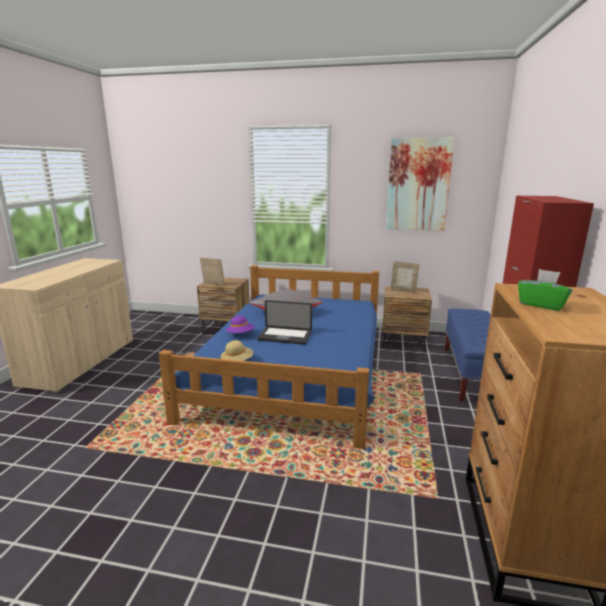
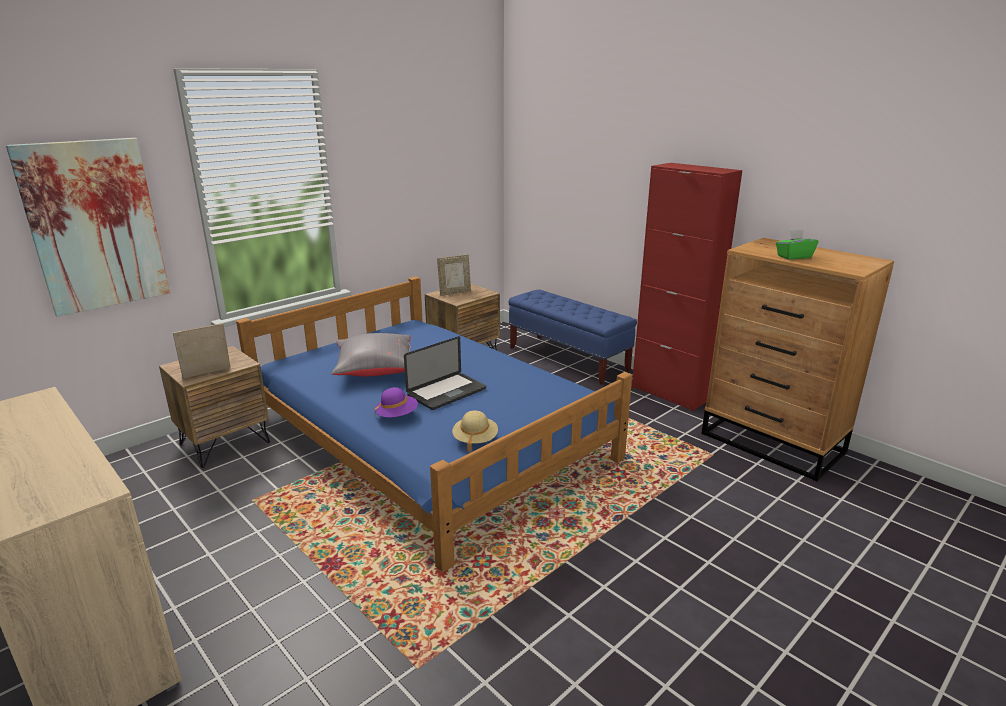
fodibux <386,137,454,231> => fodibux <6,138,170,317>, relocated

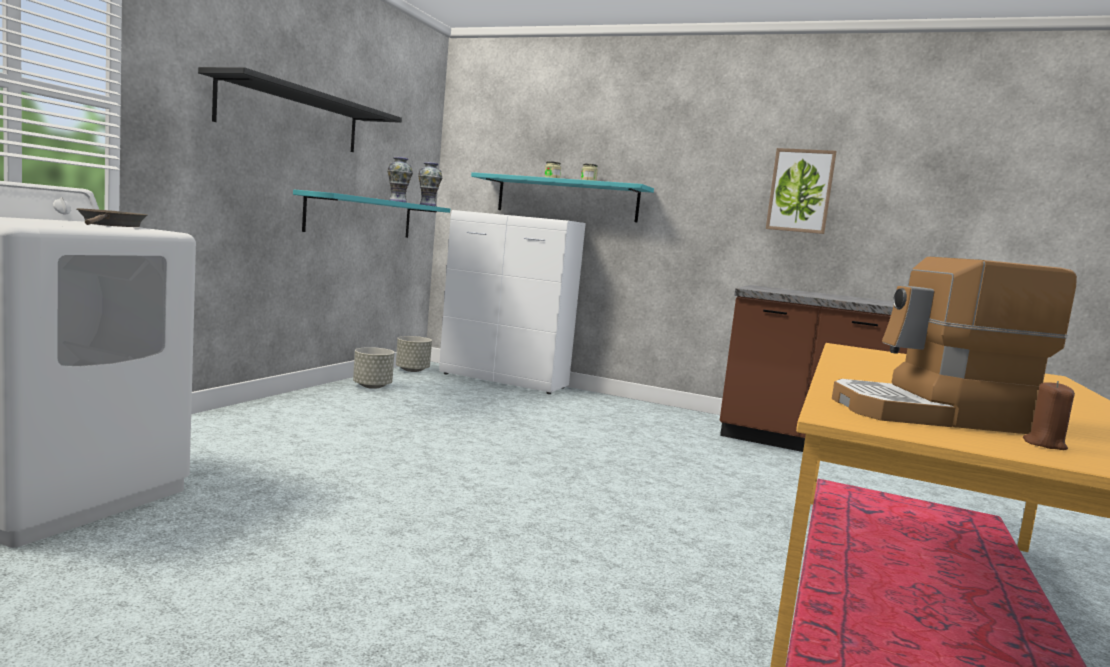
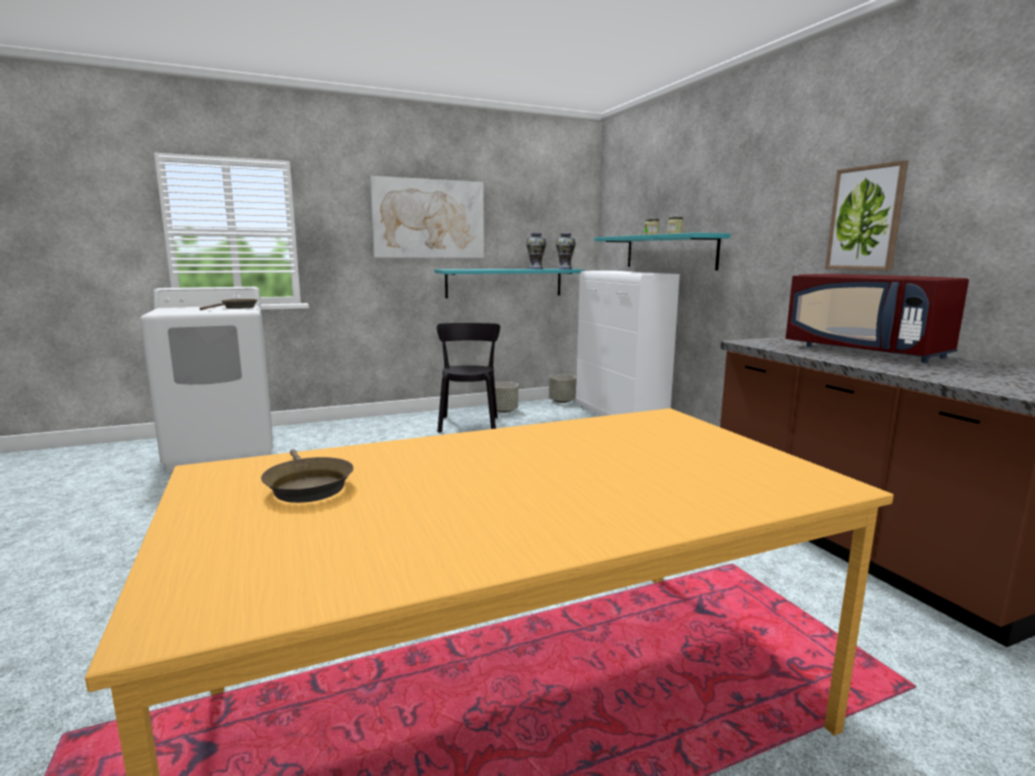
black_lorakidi <198,67,402,152> => fodibux <370,176,484,258>
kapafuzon <832,257,1077,434> => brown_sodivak <261,449,354,503>
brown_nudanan <1023,381,1075,450> => nothing
nothing => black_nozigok <437,323,500,433>
nothing => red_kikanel <786,274,969,363>

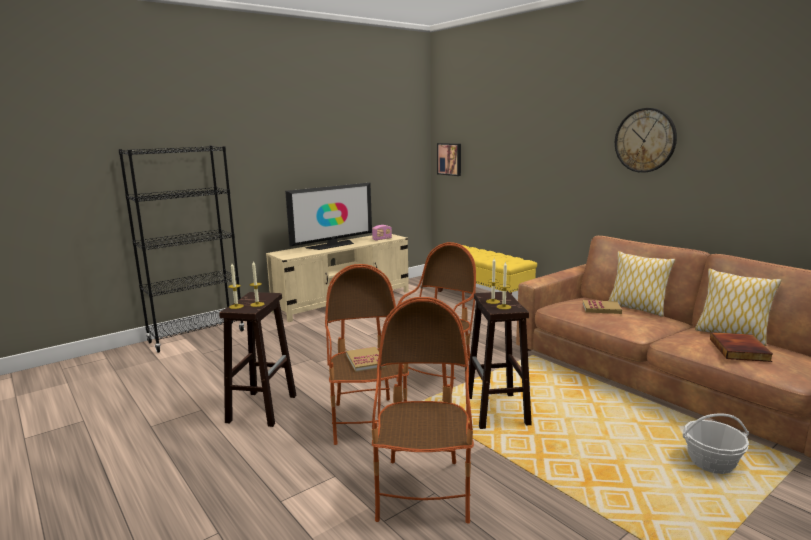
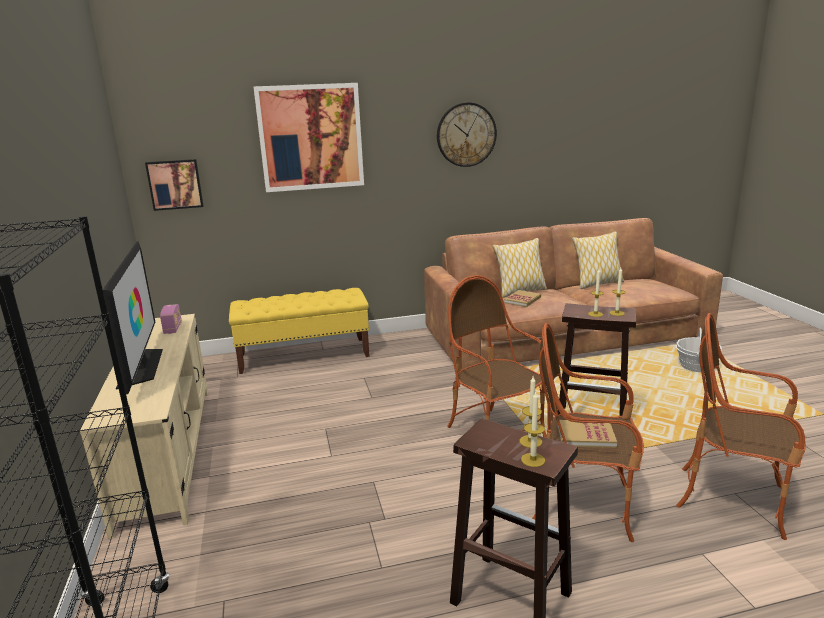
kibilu <710,332,773,362> => nothing
nothing => fodibux <253,83,364,192>

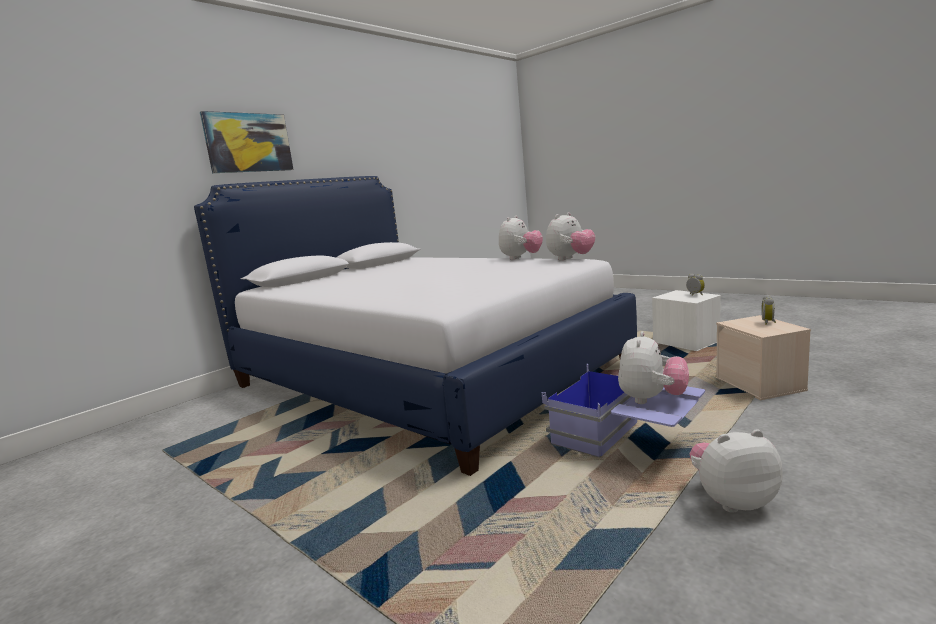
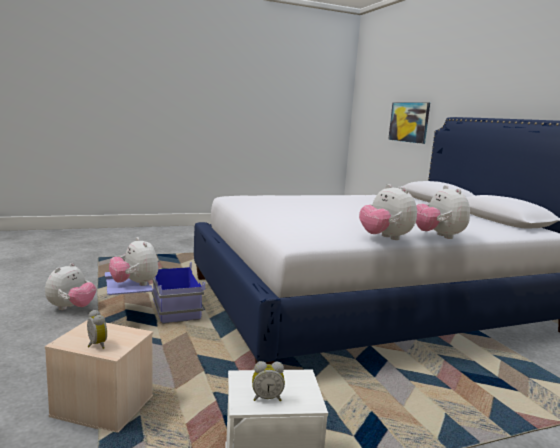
fodibux <200,111,294,173> => fodibux <388,102,430,144>, relocated
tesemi <546,212,595,260> => tesemi <416,185,470,239>, relocated

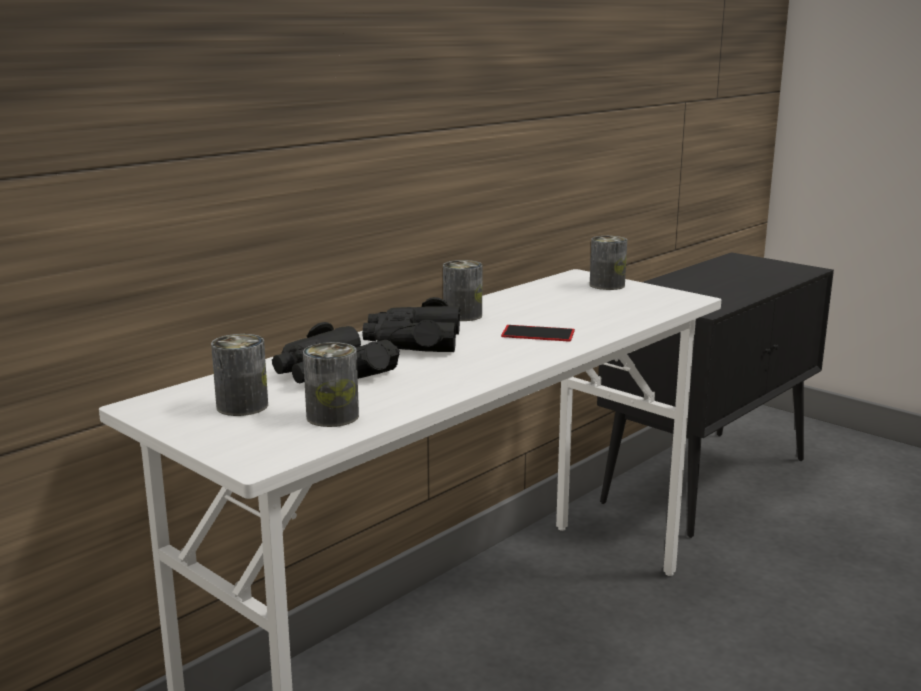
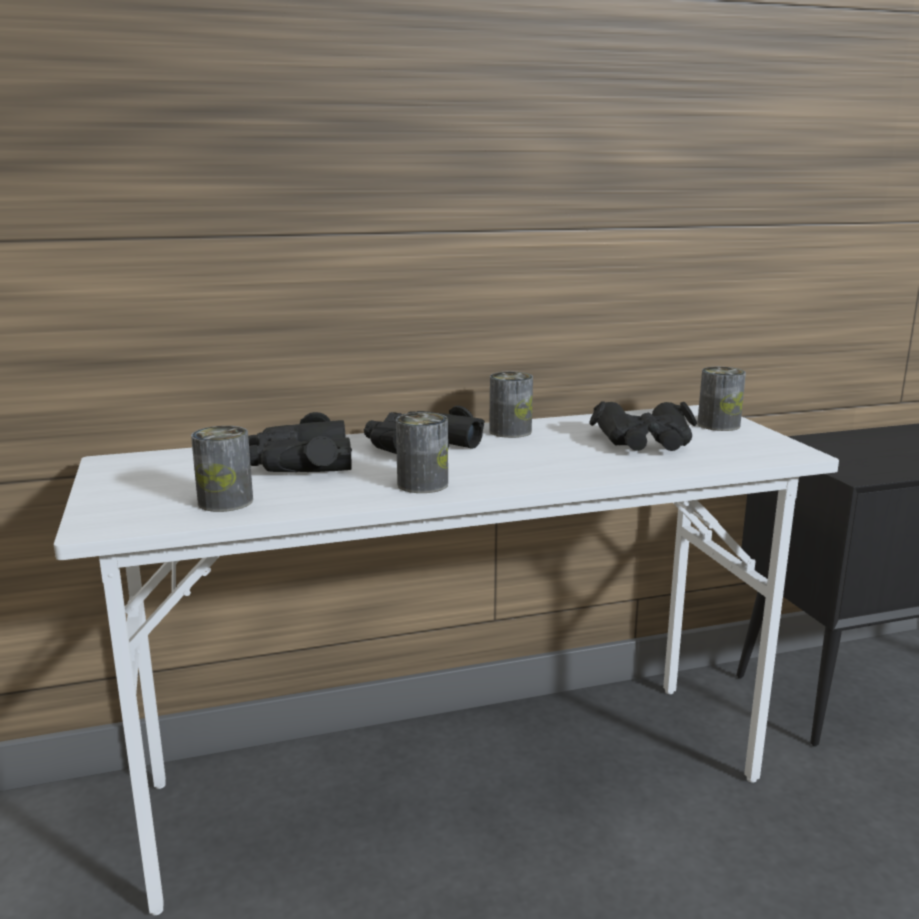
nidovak <211,334,268,416> => nidovak <396,412,448,493>, relocated
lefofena <501,325,575,342> => nothing
nothing => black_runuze <589,401,697,451>

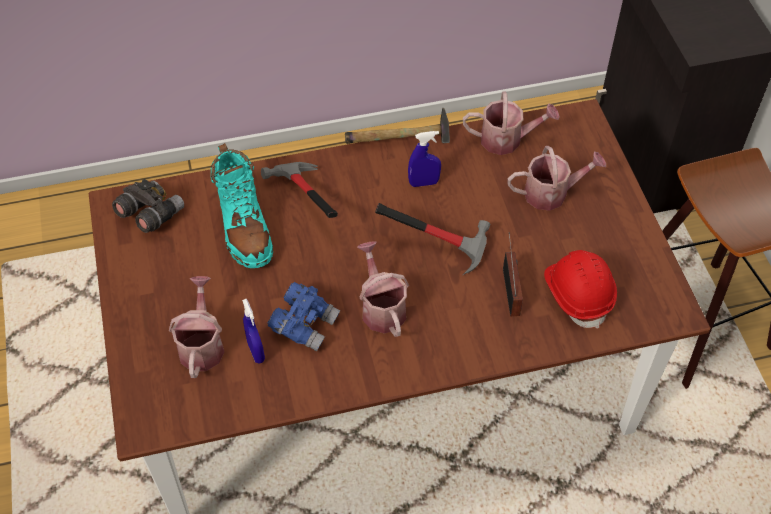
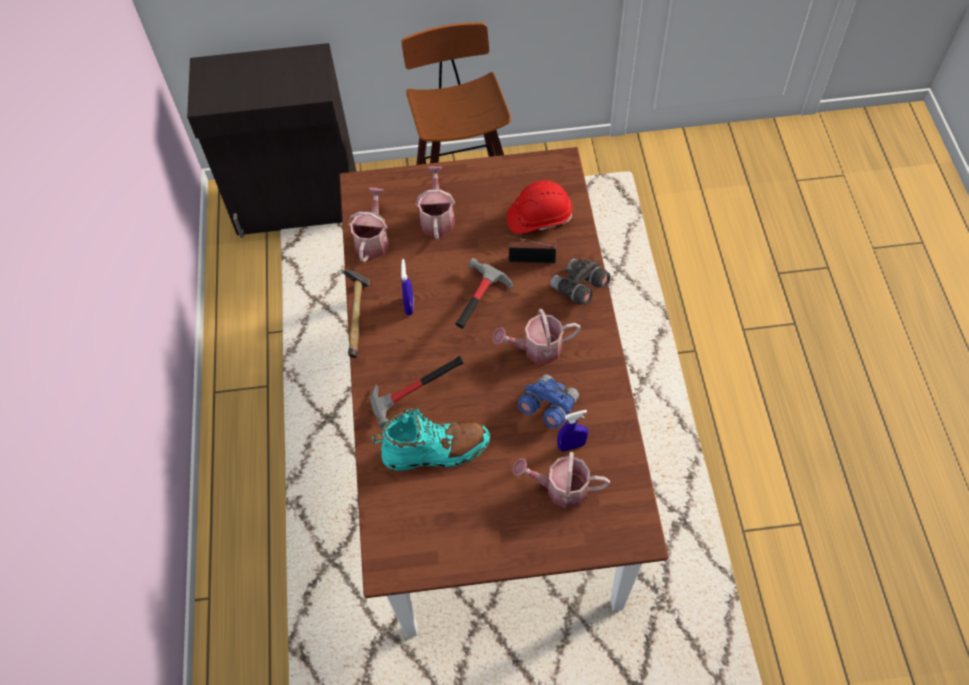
grey_runuze <112,179,184,233> => grey_runuze <550,258,610,305>, relocated

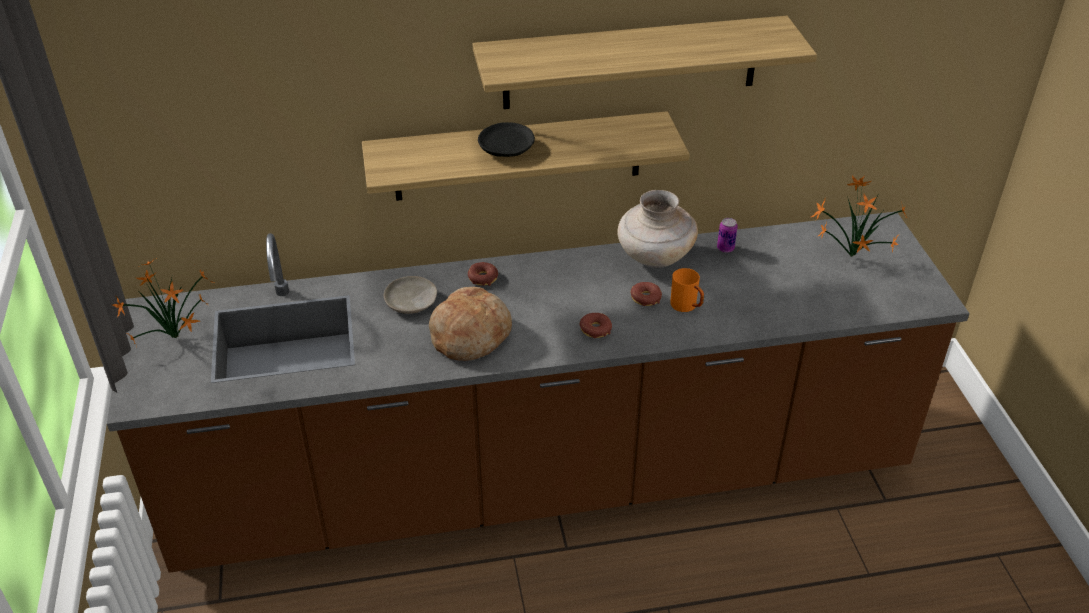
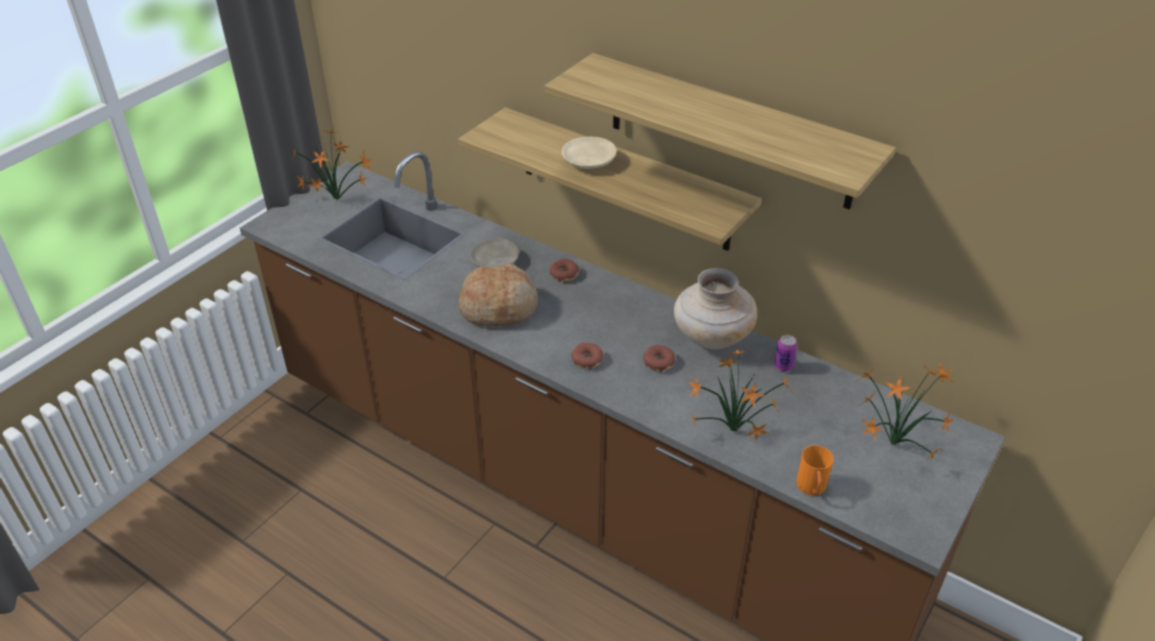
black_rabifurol <478,122,535,157> => beige_rabifurol <562,137,617,169>
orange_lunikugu <670,268,704,312> => orange_lunikugu <796,445,833,496>, relocated
nothing => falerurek <689,349,794,441>

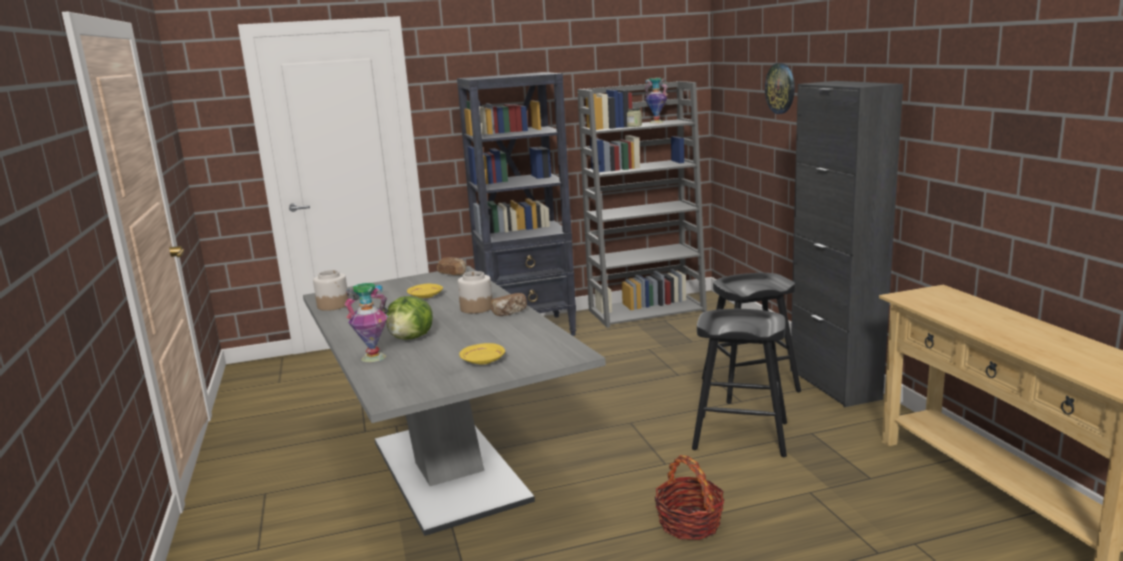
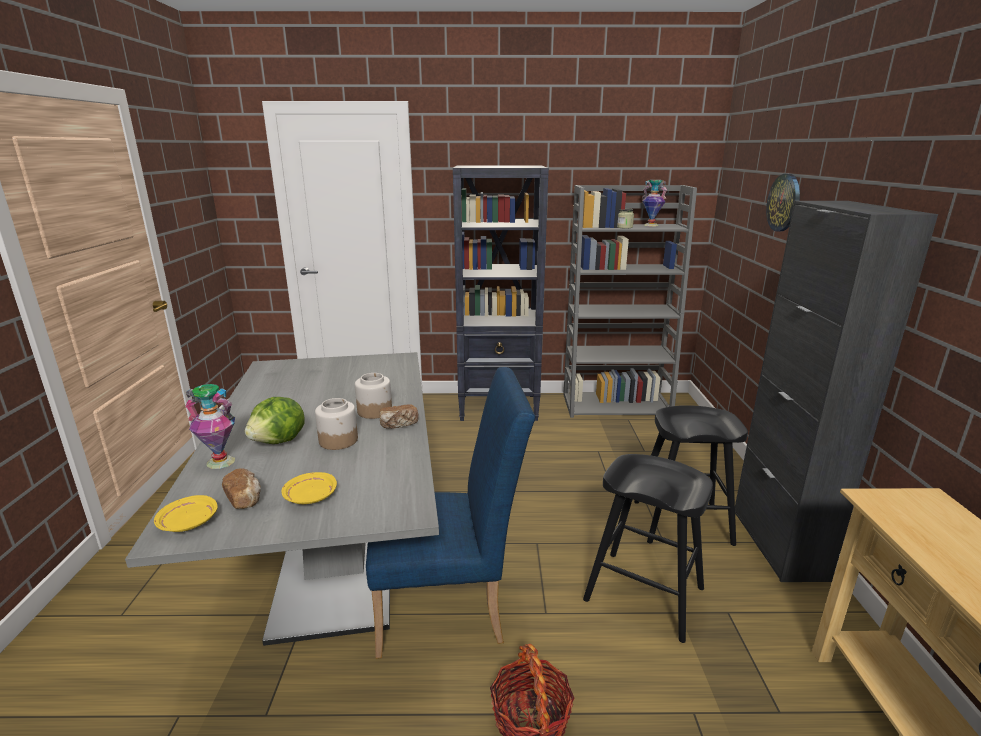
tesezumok <313,270,349,311> => tesezumok <315,398,358,450>, relocated
yellow_rabifurol <407,284,443,298> => yellow_rabifurol <154,495,218,532>, relocated
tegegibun <437,257,466,275> => tegegibun <222,468,261,509>, relocated
nothing => blue_nozigok <366,367,535,659>

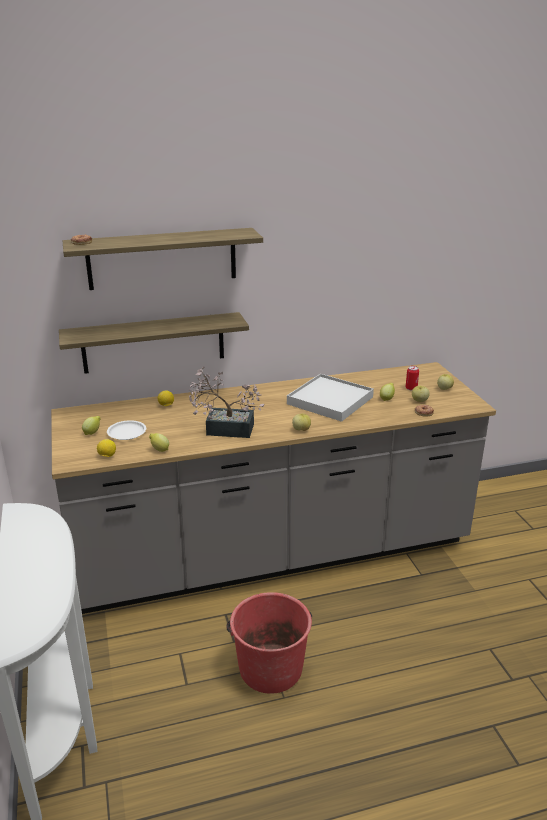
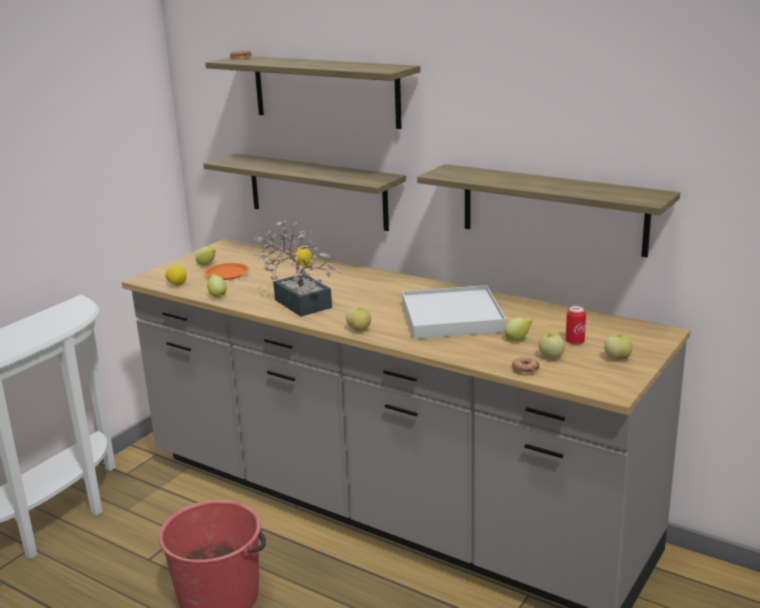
white_rabifurol <107,420,146,440> => orange_rabifurol <205,263,249,280>
nothing => lorakidi <417,164,680,257>

